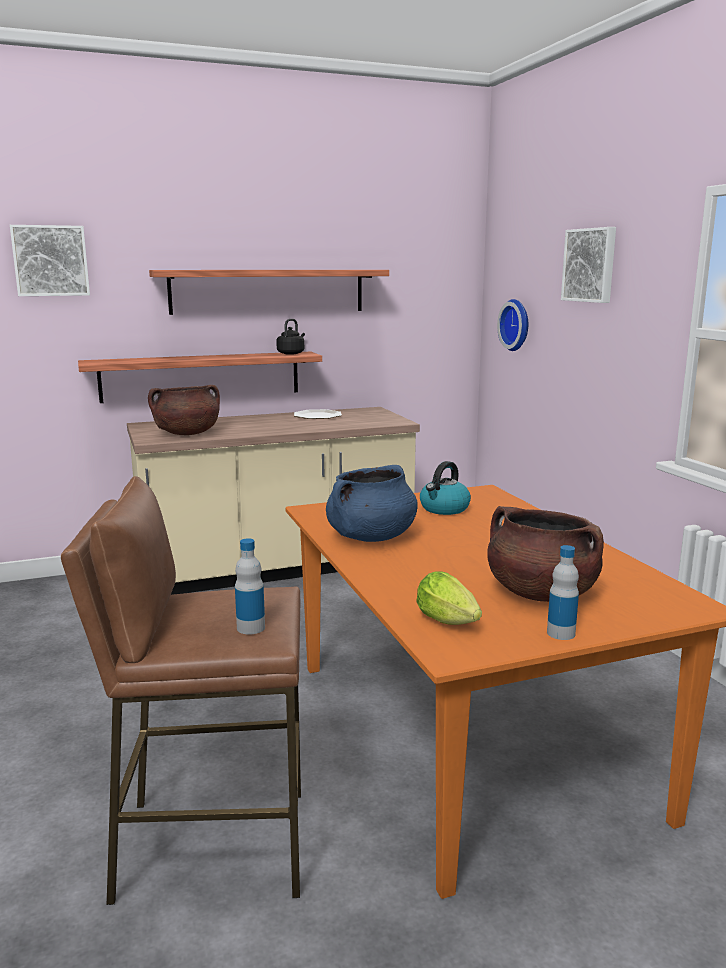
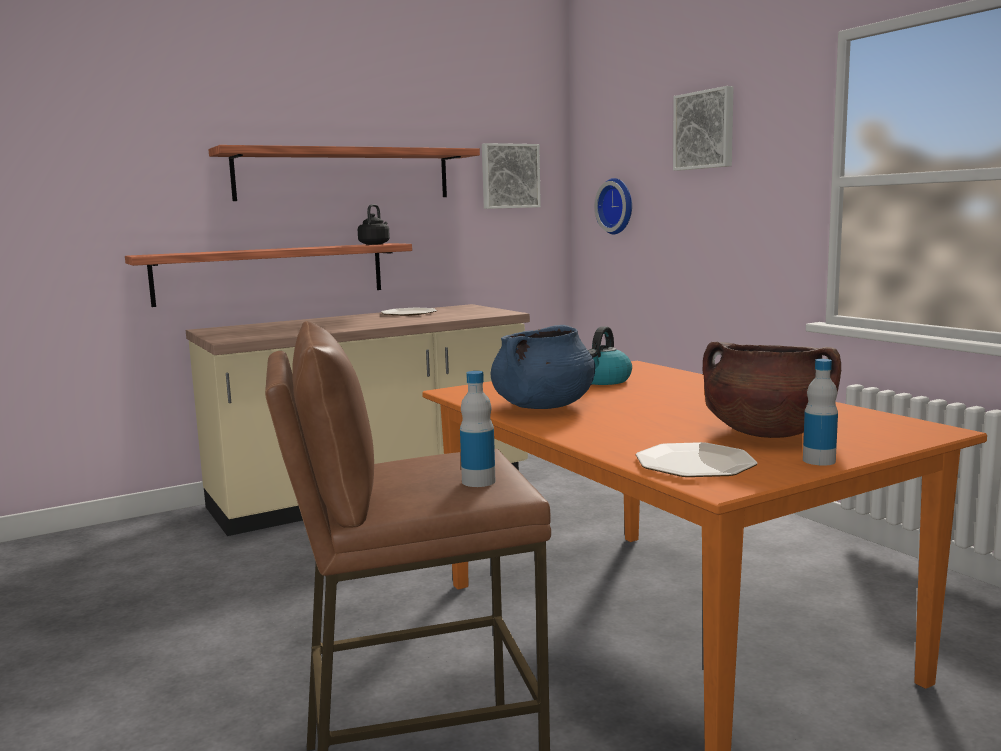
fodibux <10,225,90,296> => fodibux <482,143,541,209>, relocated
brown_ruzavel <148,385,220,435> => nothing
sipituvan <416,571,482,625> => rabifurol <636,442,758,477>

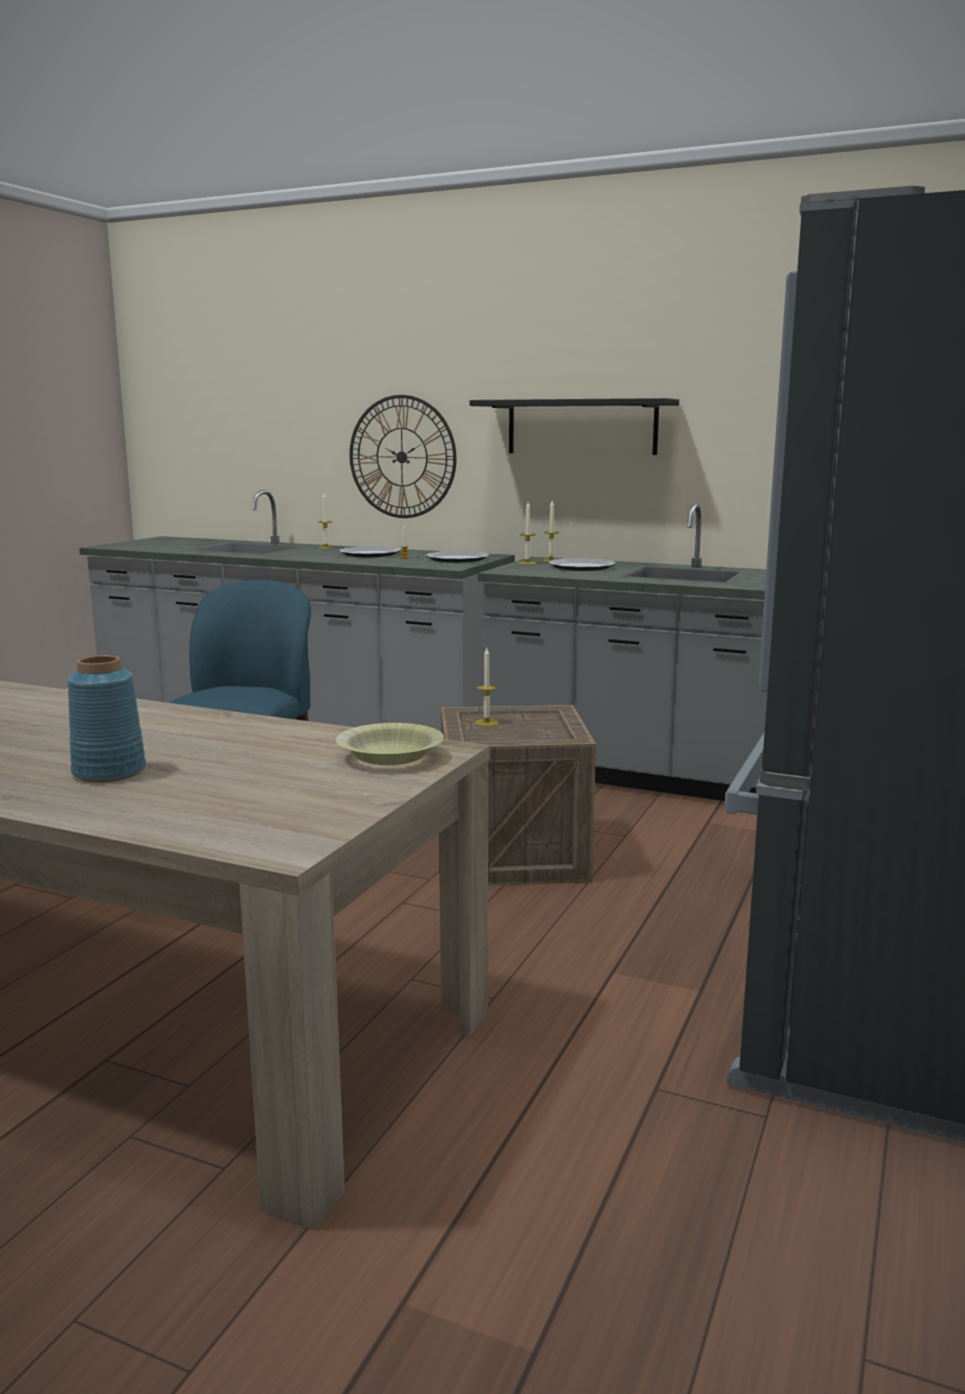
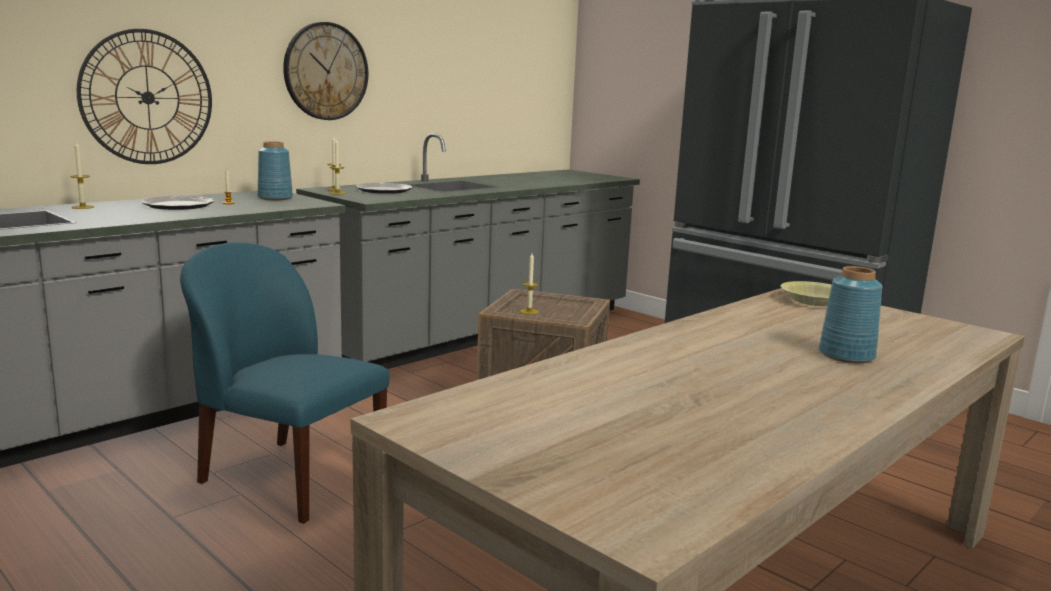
rabifurol <425,551,490,563> => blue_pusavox <258,141,293,200>
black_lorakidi <470,398,679,455> => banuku <283,22,368,120>

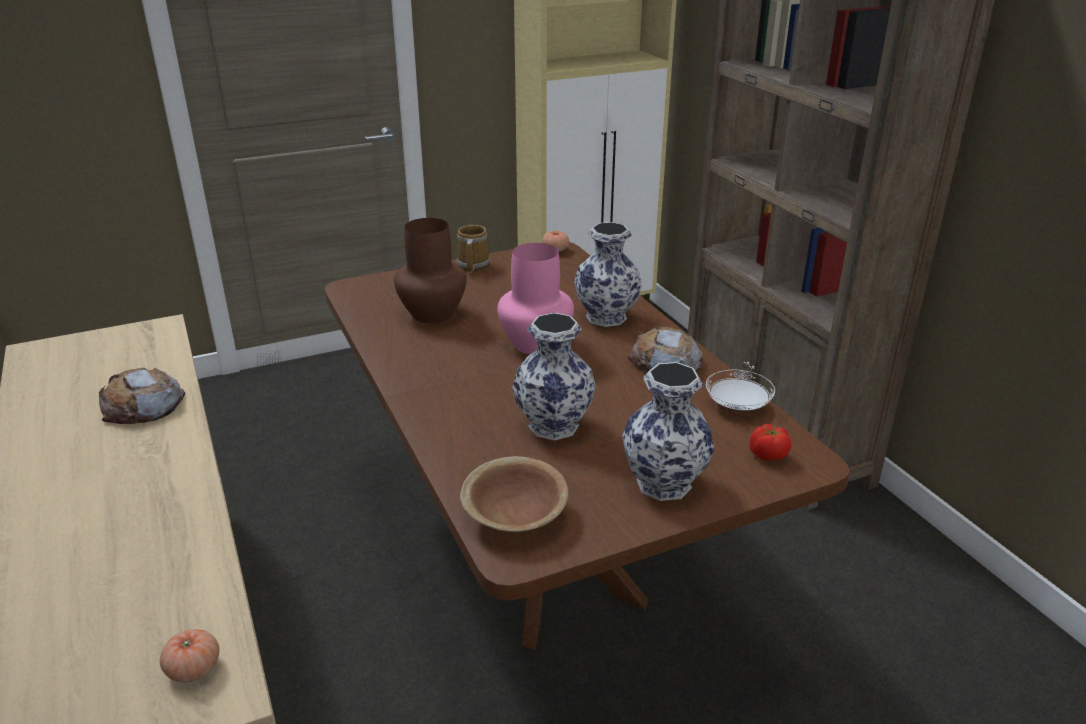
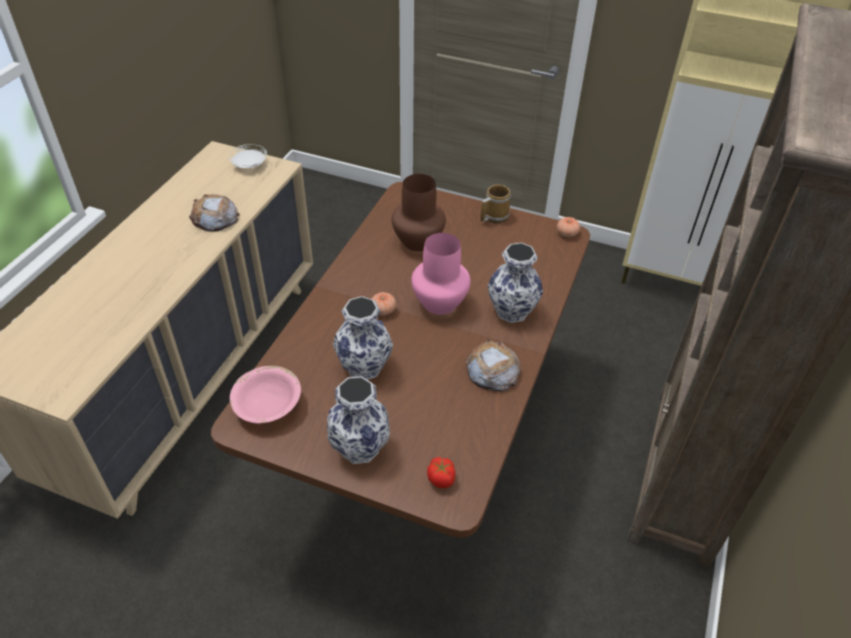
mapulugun <160,629,219,682> => mapulugun <372,292,396,315>, relocated
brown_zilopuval <460,456,569,532> => pink_zilopuval <230,366,301,424>
white_rabifurol <706,370,775,410> => white_rabifurol <228,144,267,168>, relocated

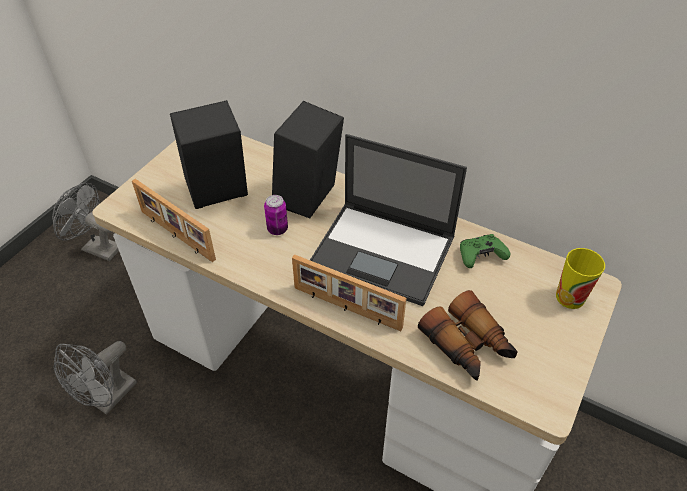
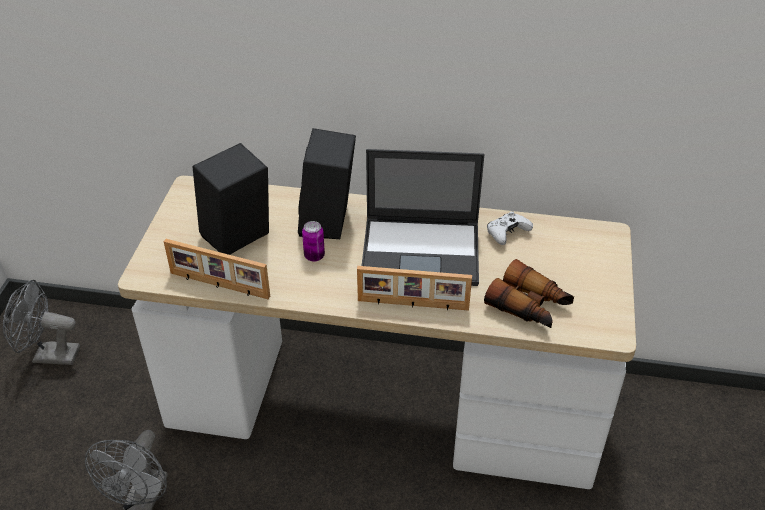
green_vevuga <460,234,511,268> => white_vevuga <487,211,533,245>
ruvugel <556,248,605,309> => nothing

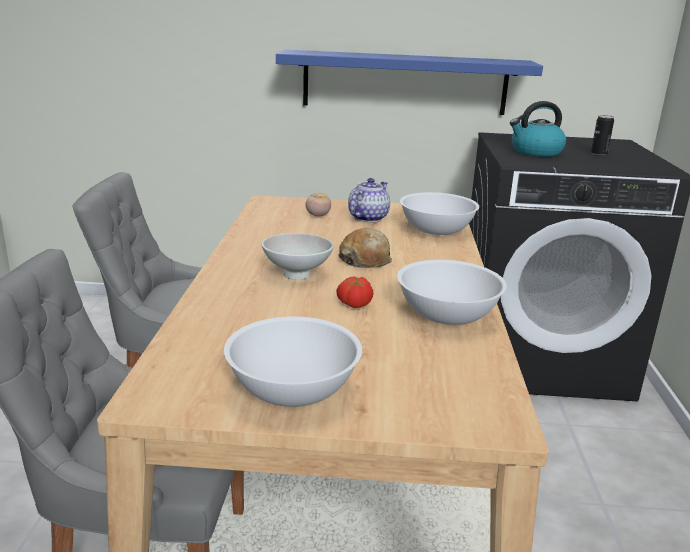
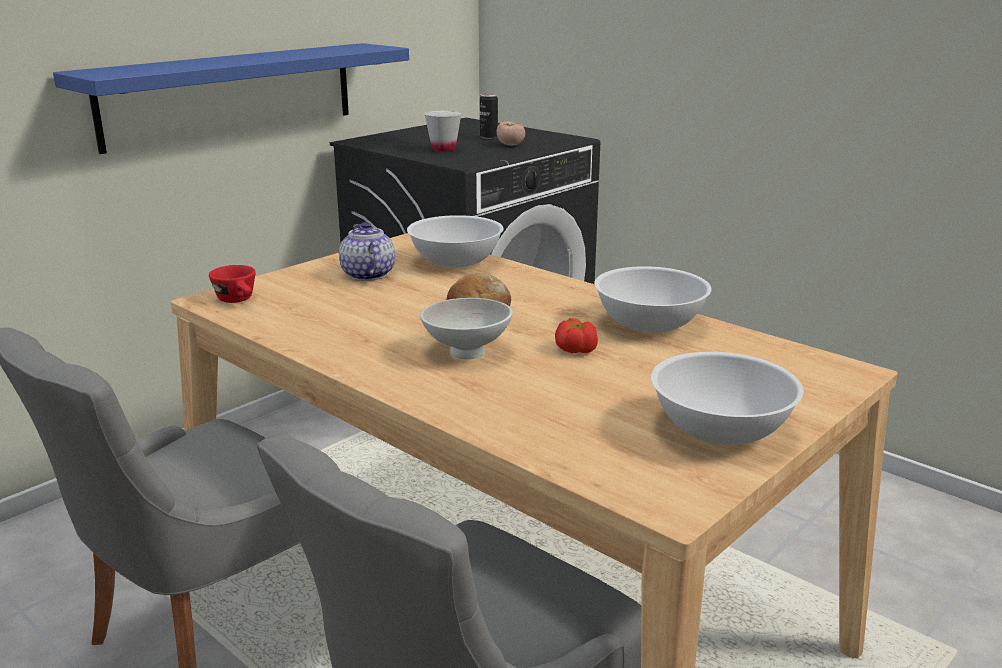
mapulugun <305,193,331,217> => mapulugun <497,121,525,146>, relocated
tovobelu <510,101,566,157> => white_ruvugel <425,111,462,152>
nothing => red_ruvugel <209,265,256,303>

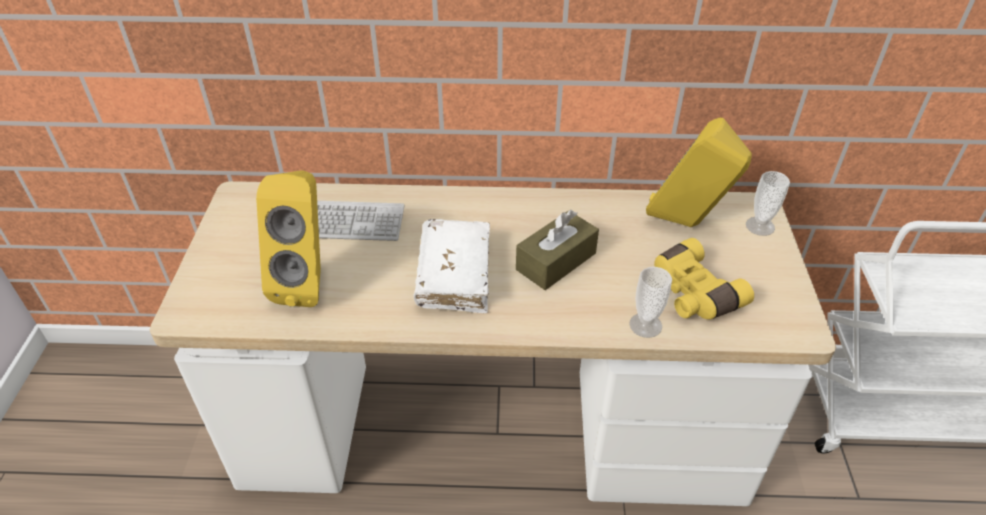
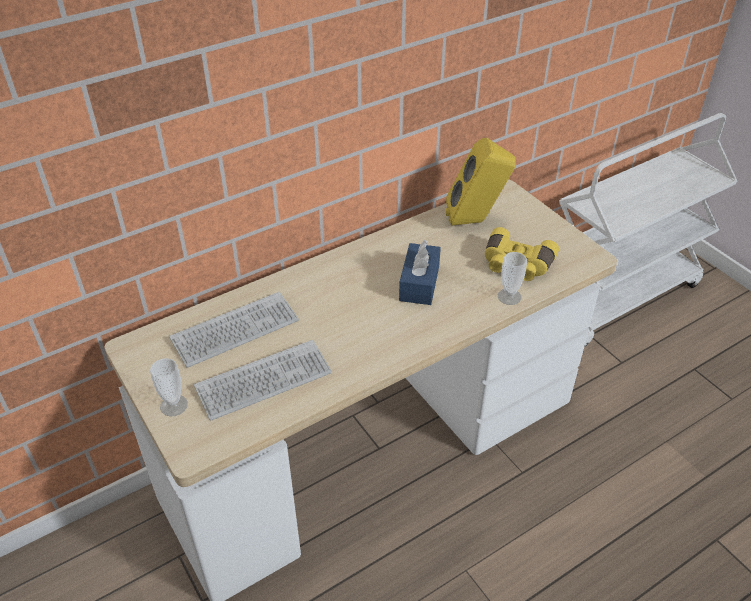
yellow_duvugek <256,170,321,307> => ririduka <194,340,332,420>
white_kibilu <414,219,490,313> => nothing
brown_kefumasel <516,210,599,290> => blue_kefumasel <399,240,441,305>
ruvugel <746,171,790,236> => ruvugel <150,358,188,417>, relocated

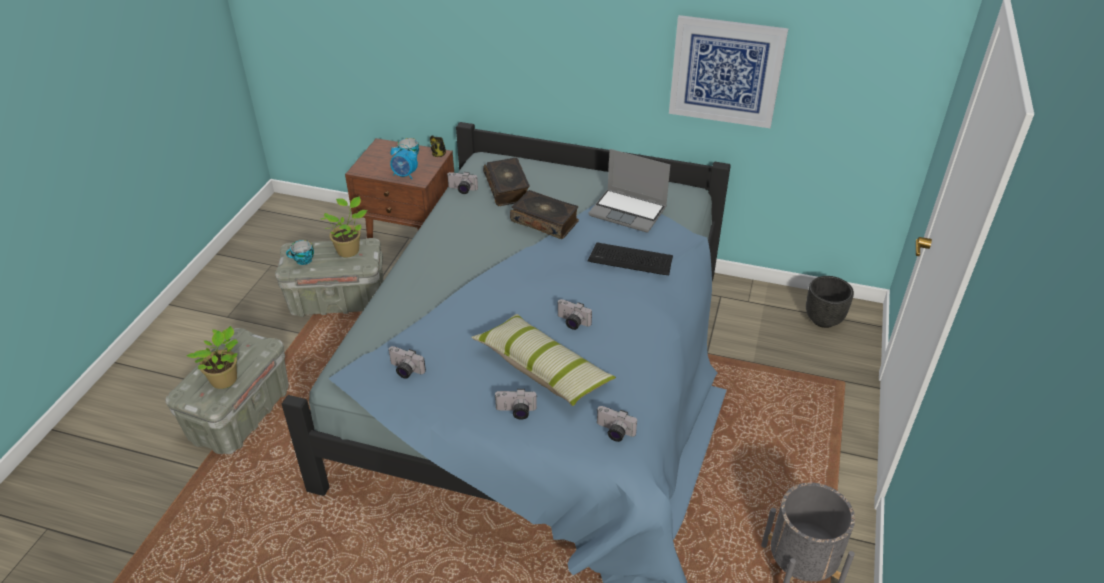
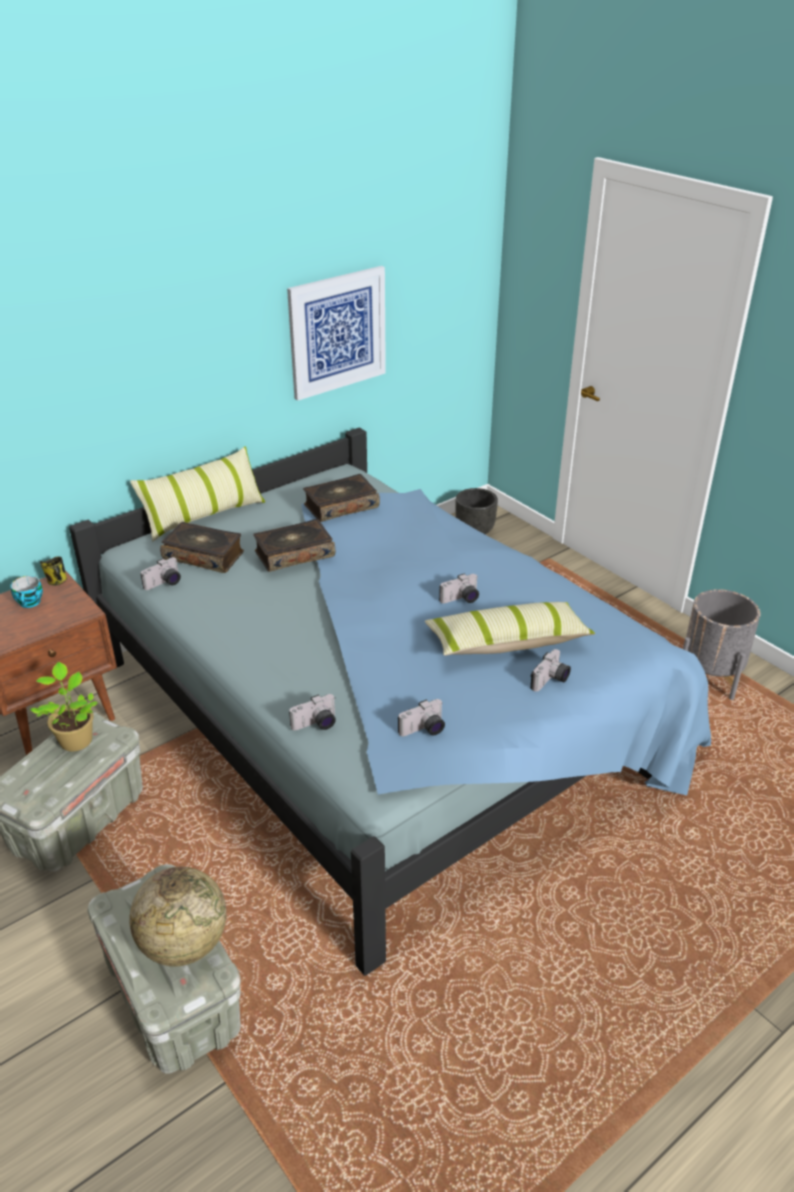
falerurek <186,326,238,389> => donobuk <129,867,227,966>
ruvugel <286,240,314,265> => nothing
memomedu <390,144,418,179> => nothing
ririduka <587,242,673,275> => nothing
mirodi <588,149,670,233> => kibilu <303,474,380,522>
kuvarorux <597,406,637,442> => kuvarorux <289,694,336,730>, relocated
nothing => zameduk <130,446,265,541>

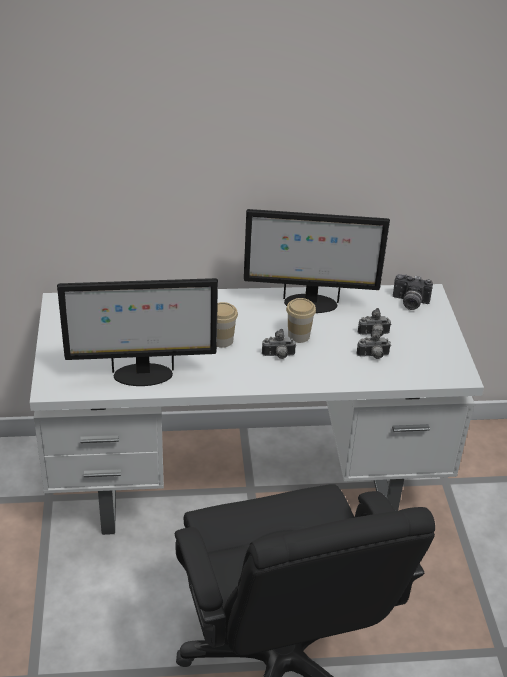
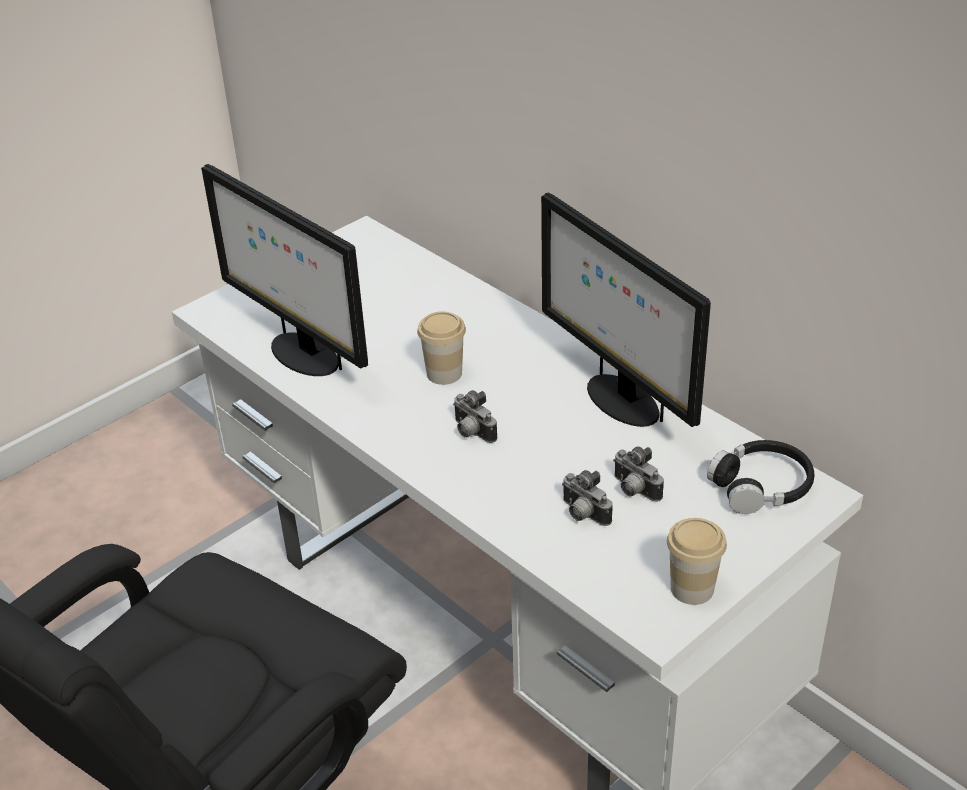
ruvugel <286,298,316,343> => ruvugel <667,518,727,605>, relocated
kuvarorux <393,274,433,310> => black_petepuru <707,440,814,514>

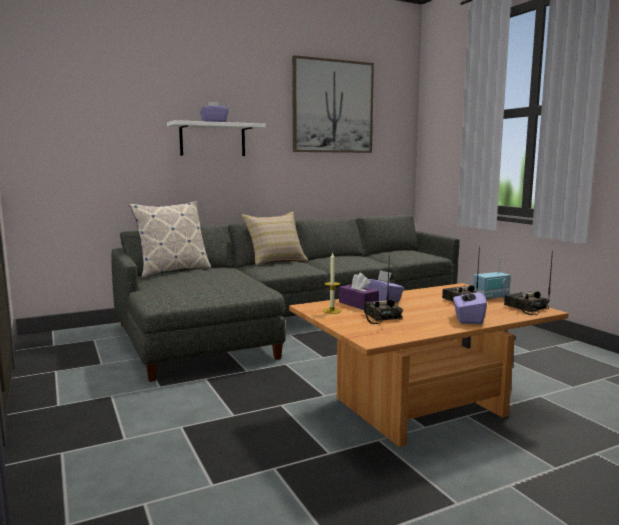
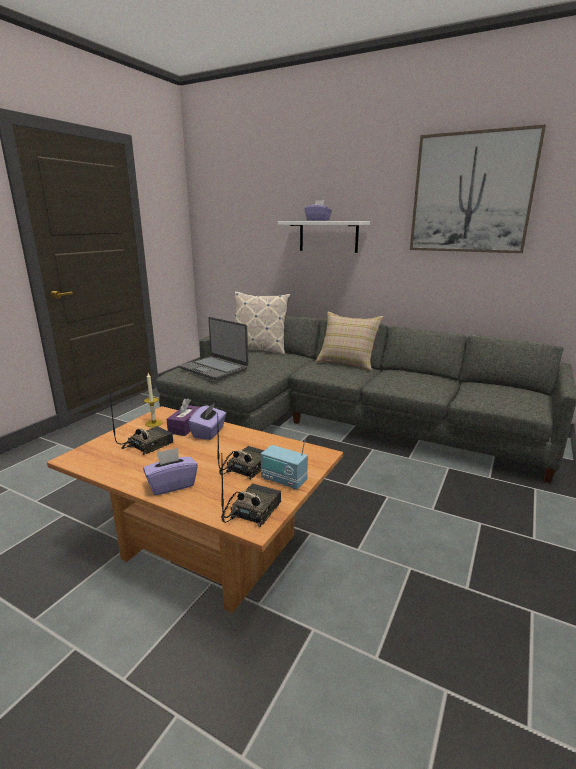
nothing => mirodi <179,317,249,380>

